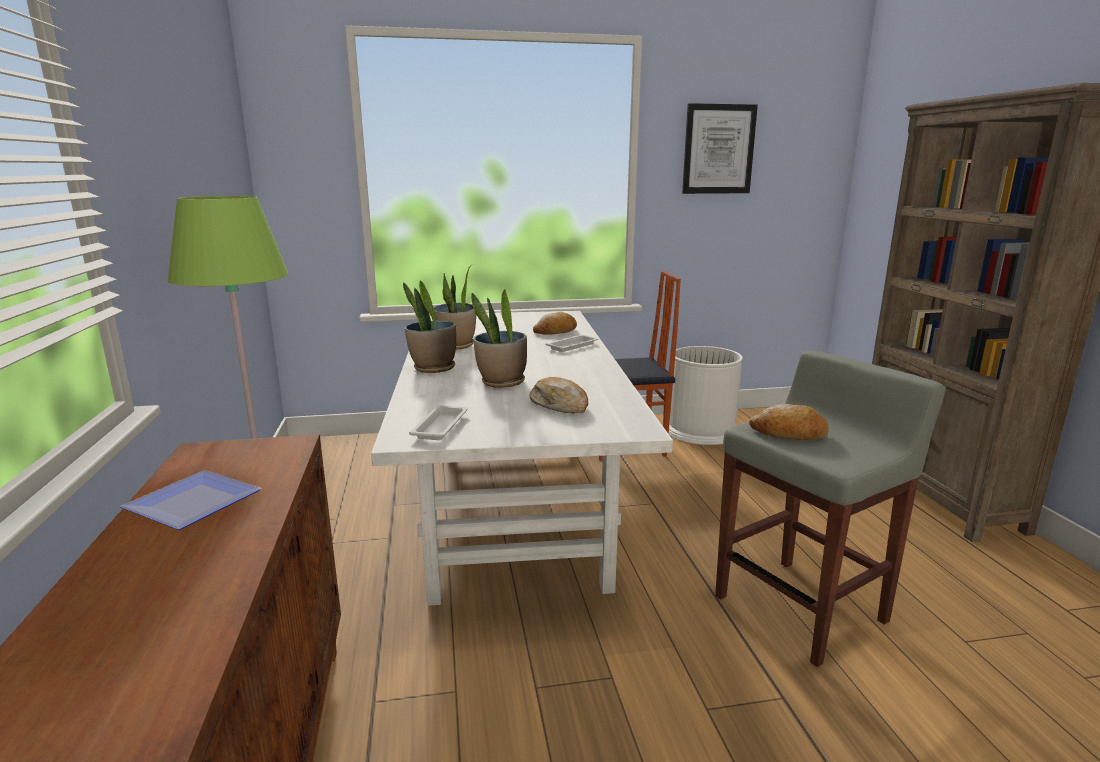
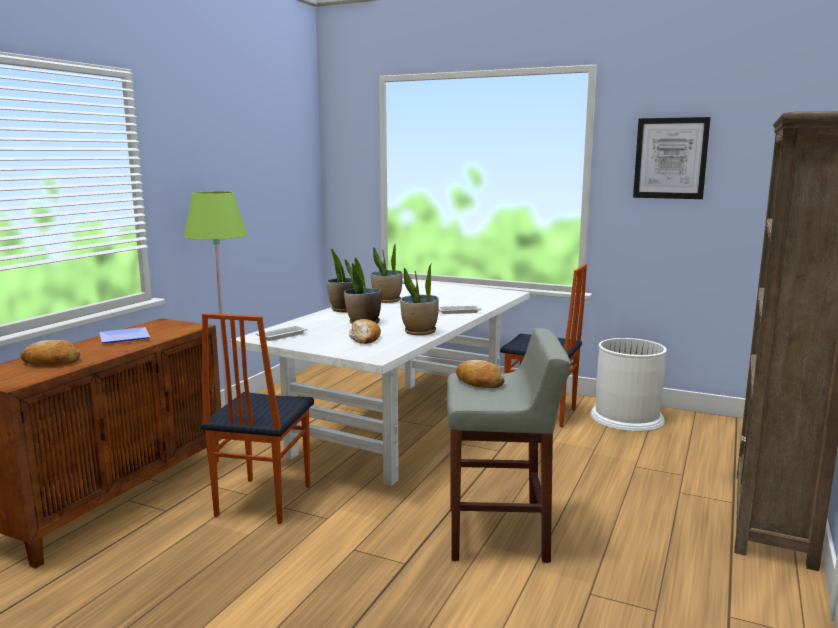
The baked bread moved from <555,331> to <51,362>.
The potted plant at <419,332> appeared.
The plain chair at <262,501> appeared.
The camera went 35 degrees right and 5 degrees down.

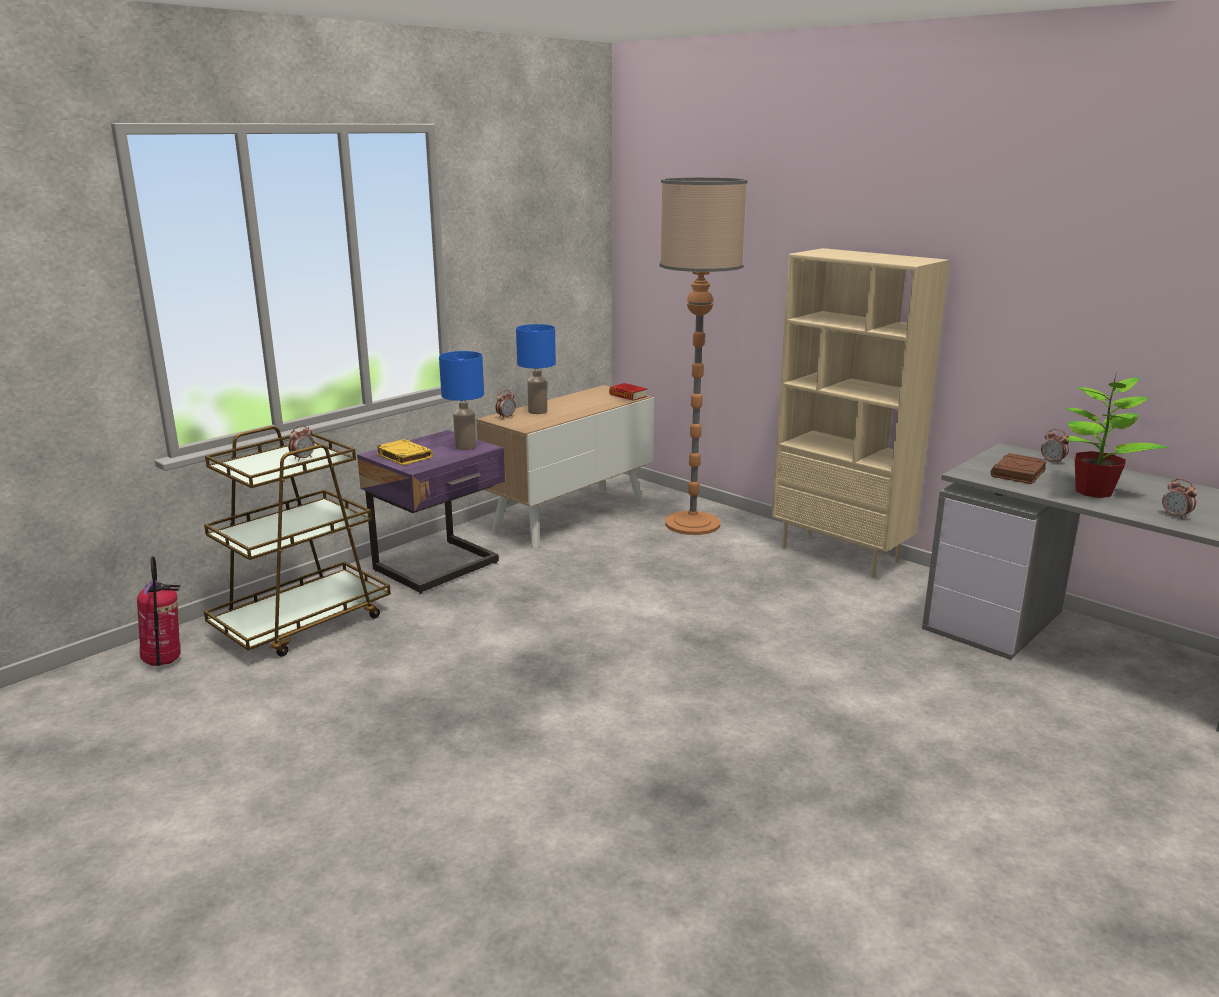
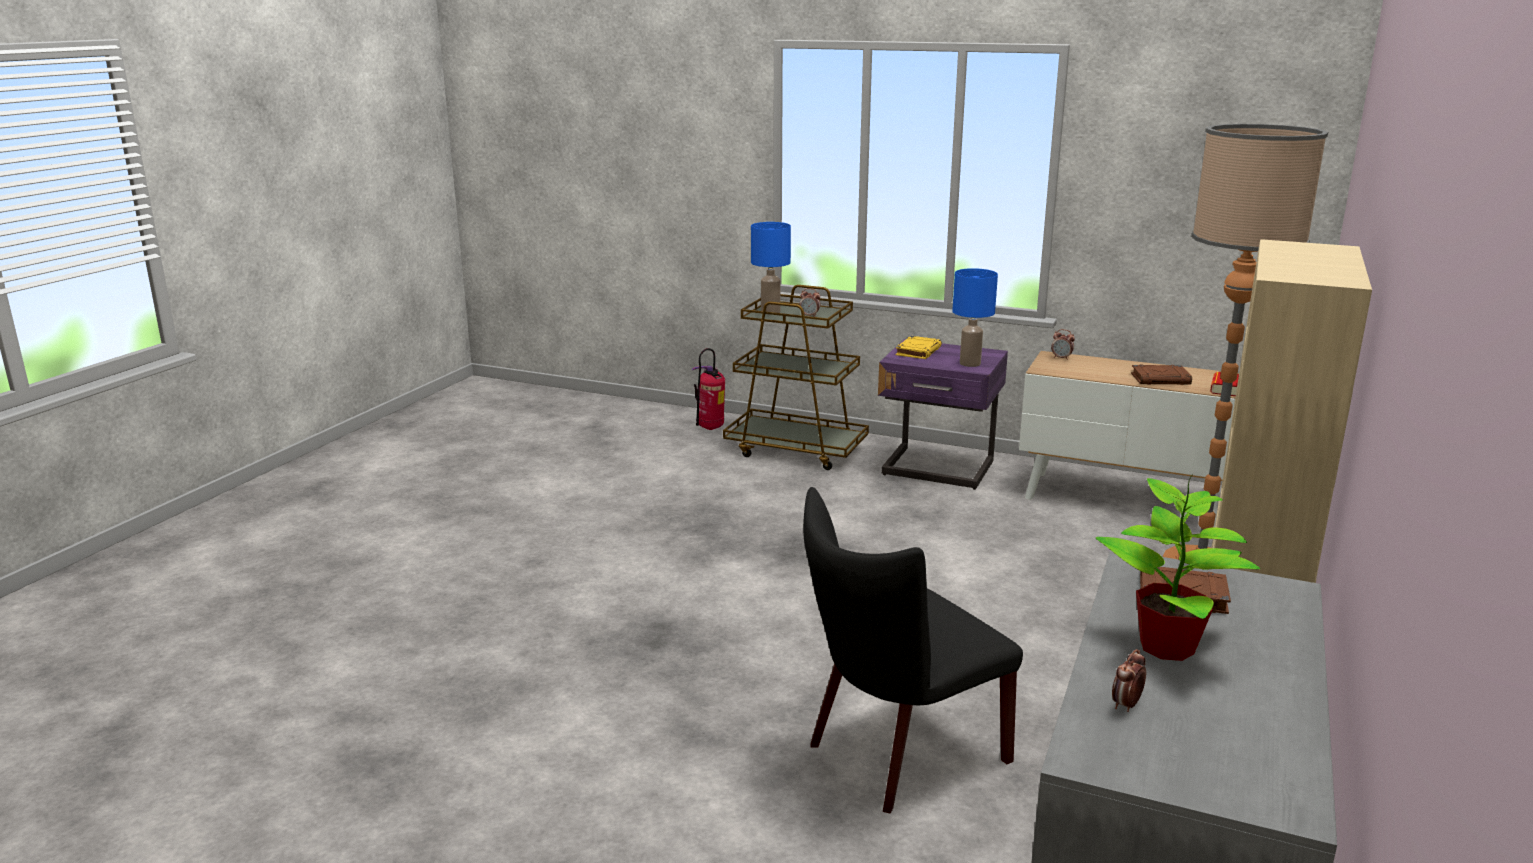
The lamp for a table (bluish) moved from <538,411> to <770,312>.
The table clock at <1052,462> disappeared.
The volume (brown) at <1161,379> appeared.
The plain chair (blackish) at <897,755> appeared.
The camera went 70 degrees right and 0 degrees up.

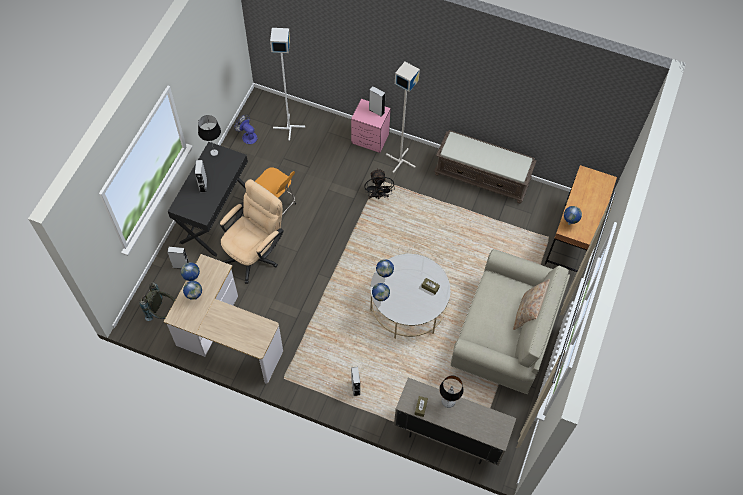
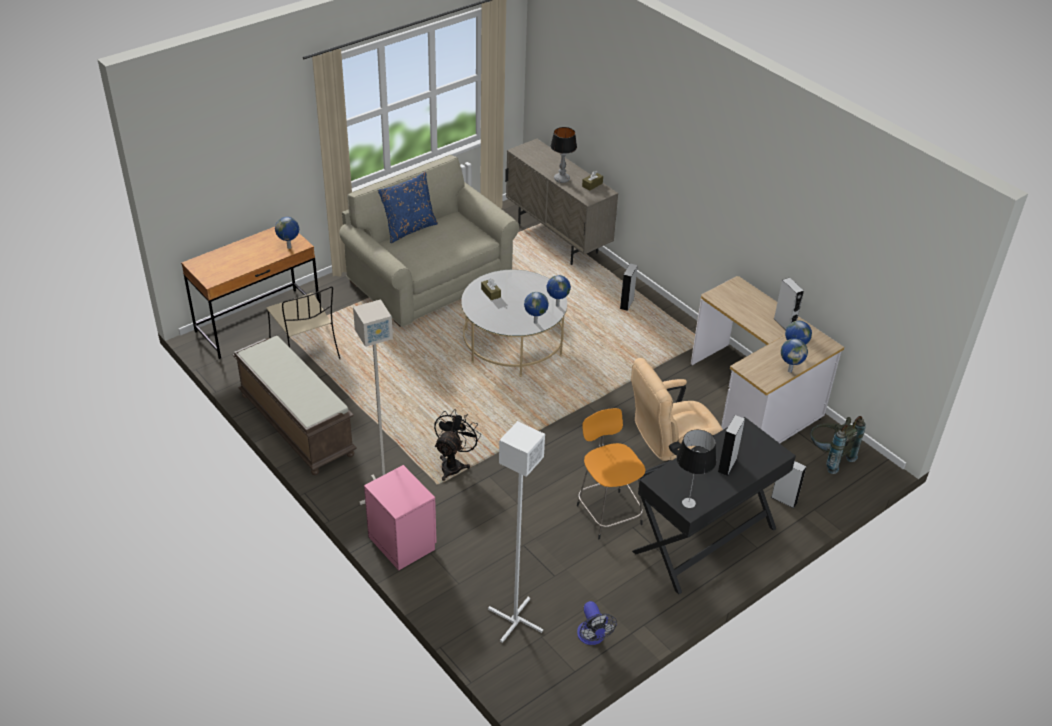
The speaker (gray) moved from <376,111> to <784,324>.
The pillow (sand-coloured) at <527,313> became the pillow (bluish) at <409,229>.
The plain chair (sand-coloured) at <306,352> appeared.
The camera went 150 degrees left and 20 degrees down.

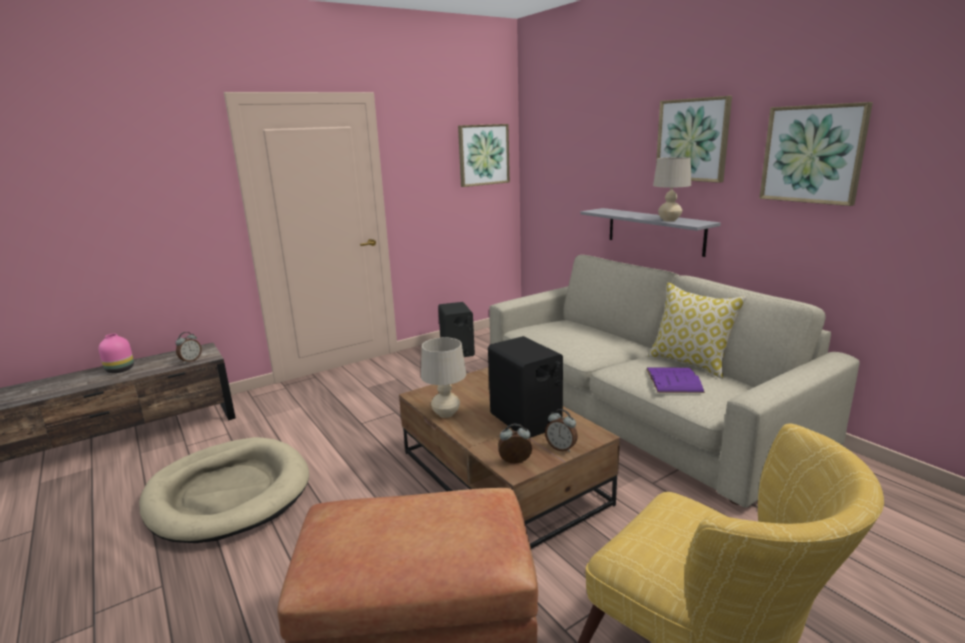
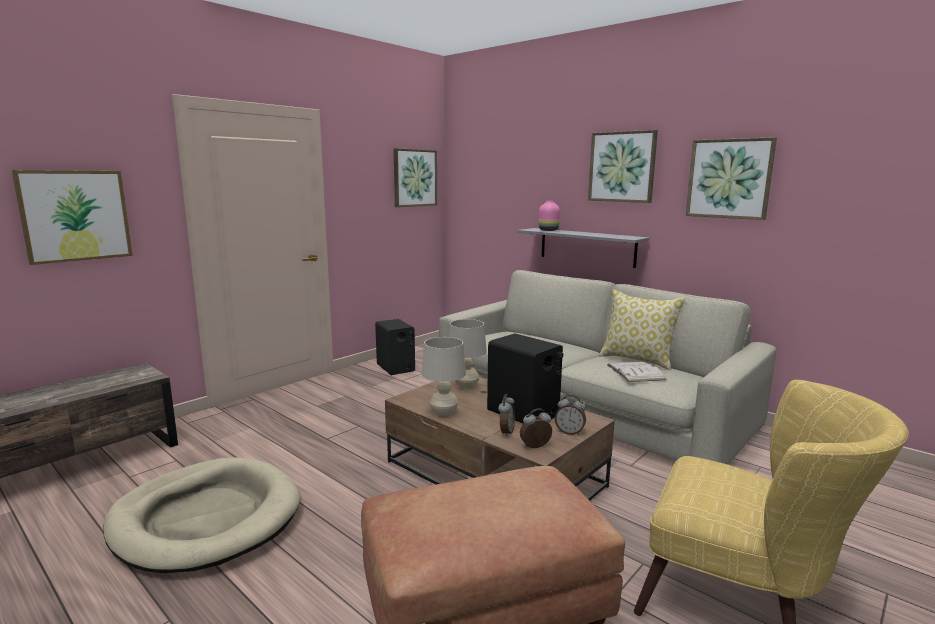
The lamp for a table (sand-coloured) moved from <669,220> to <466,387>.
The table clock moved from <190,360> to <506,432>.
The vase (pink-coloured) moved from <120,370> to <548,230>.
The volume (purple) at <674,380> became the volume (white) at <635,372>.
The wall art at <75,215> appeared.
The camera went 15 degrees left and 5 degrees down.

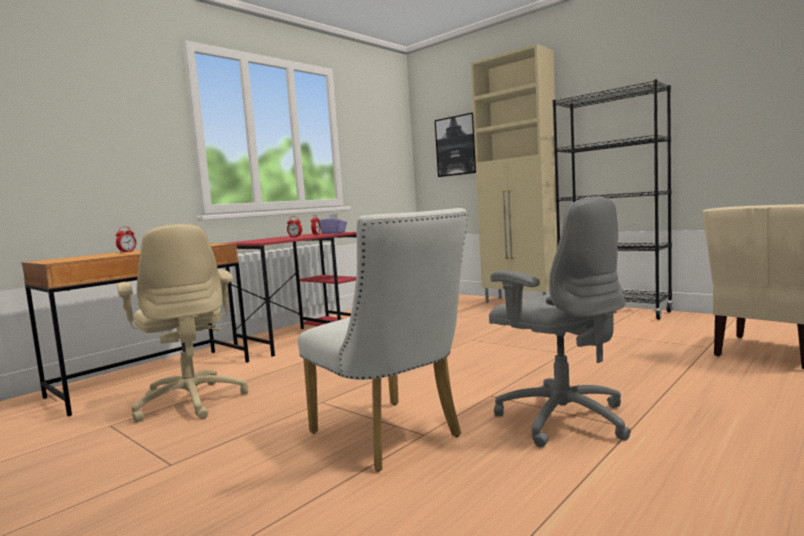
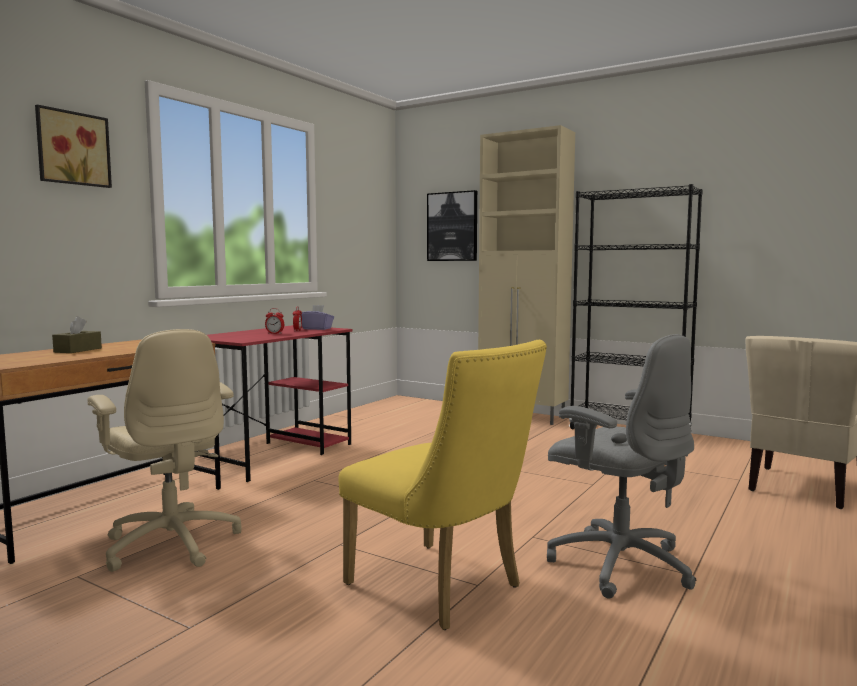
The plain chair (white) at <392,438> became the plain chair (yellowish) at <443,589>.
The table clock at <127,252> was replaced by the tissue box (brown) at <78,350>.
The wall art at <72,148> appeared.
The camera went 10 degrees left and 0 degrees up.

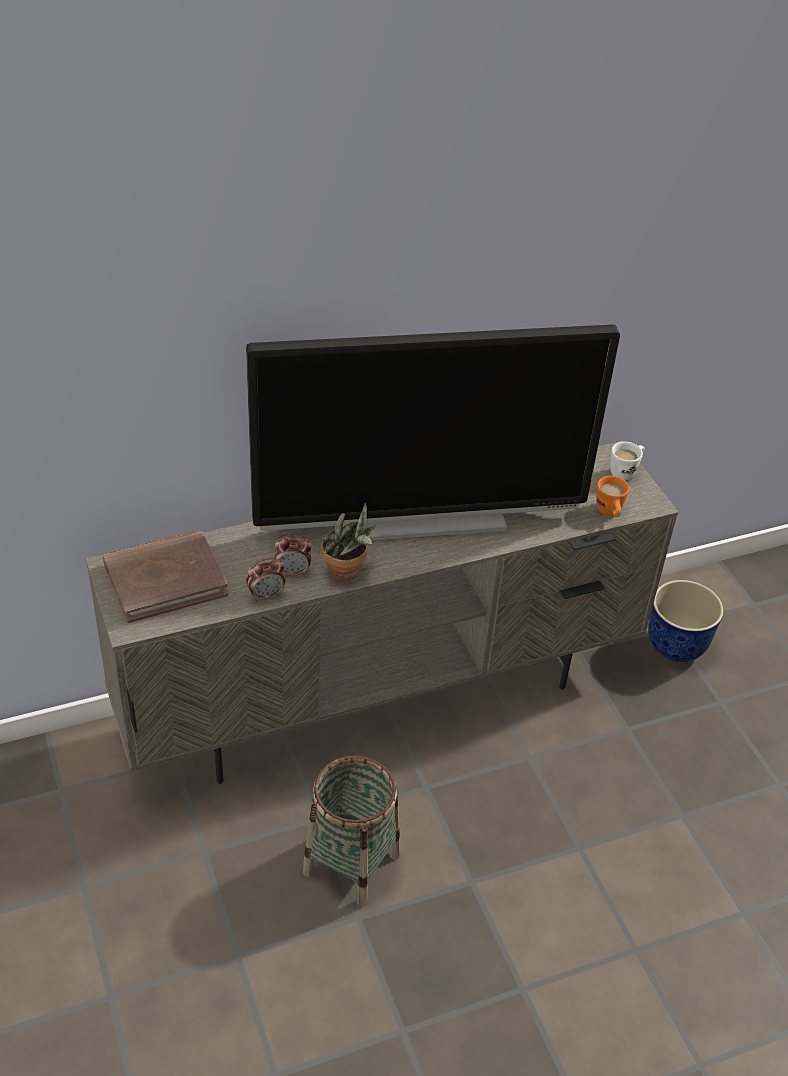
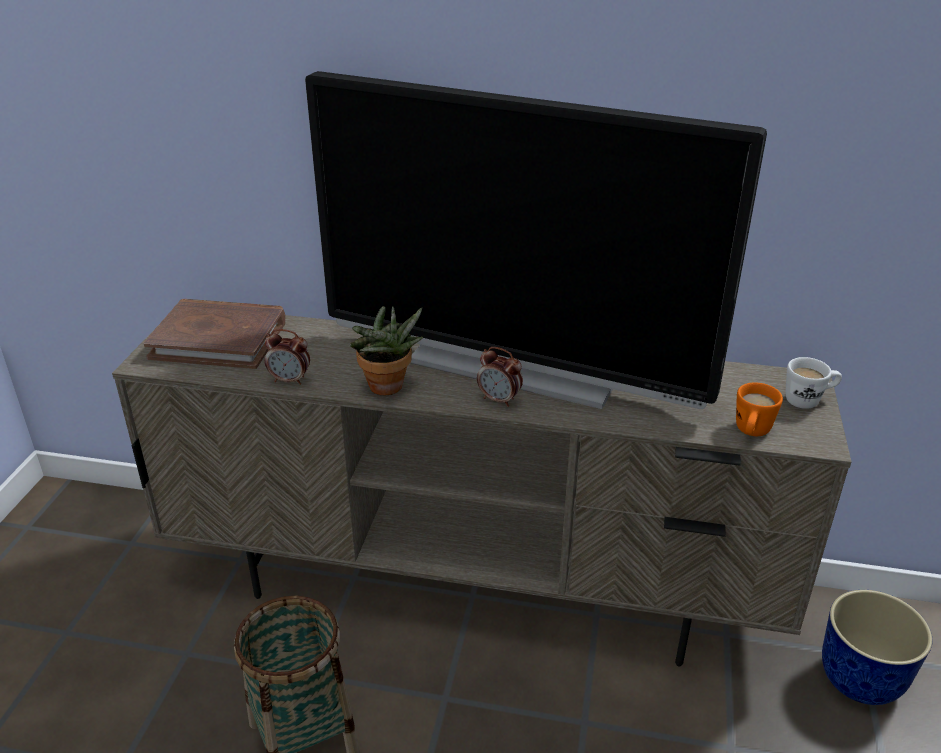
The table clock moved from <293,572> to <499,400>.
The camera went 35 degrees right and 10 degrees down.

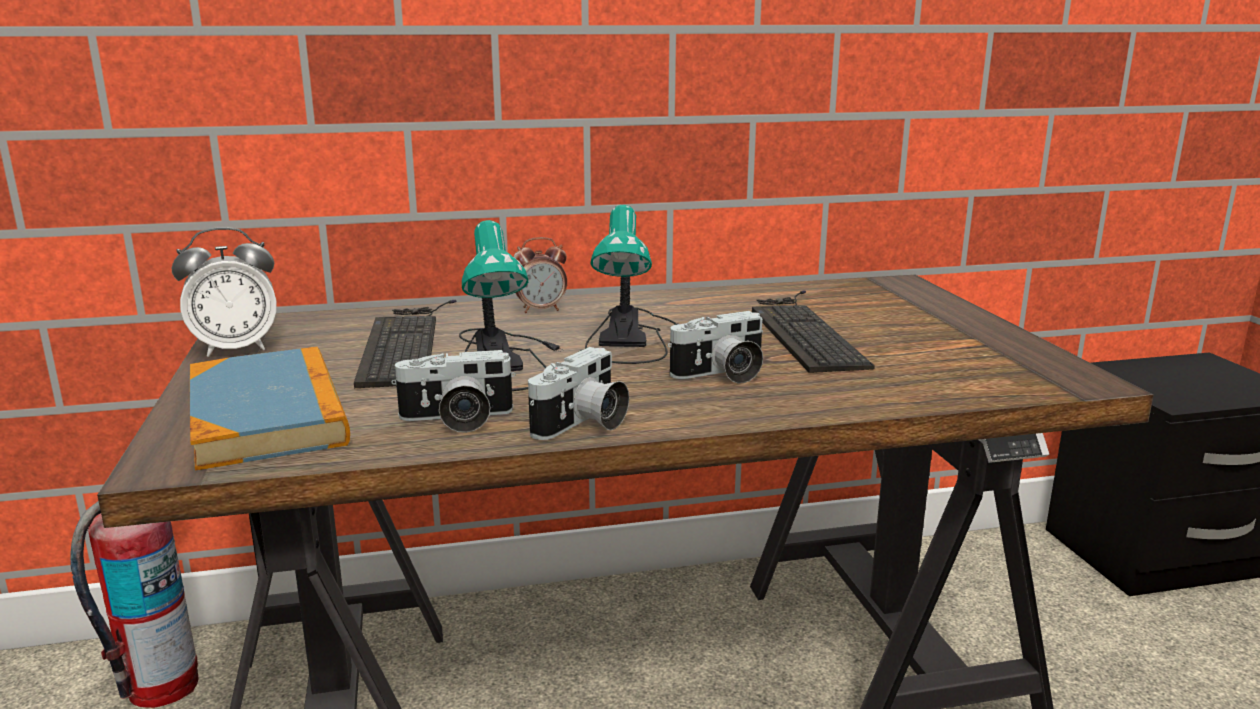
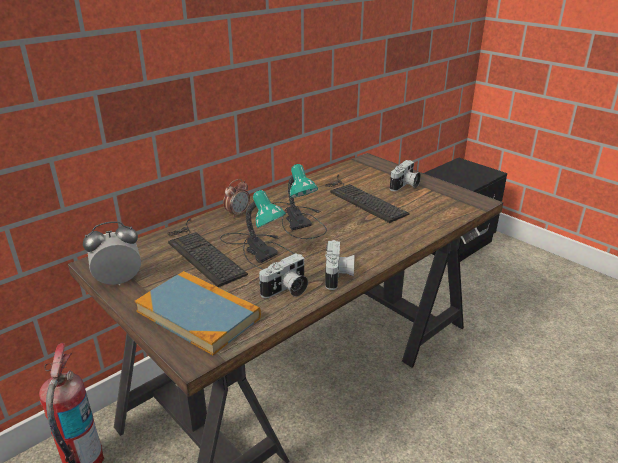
The table clock at <236,349> turned 150 degrees counterclockwise.
The still camera moved from <722,375> to <405,186>.
The camera went 30 degrees left and 10 degrees up.

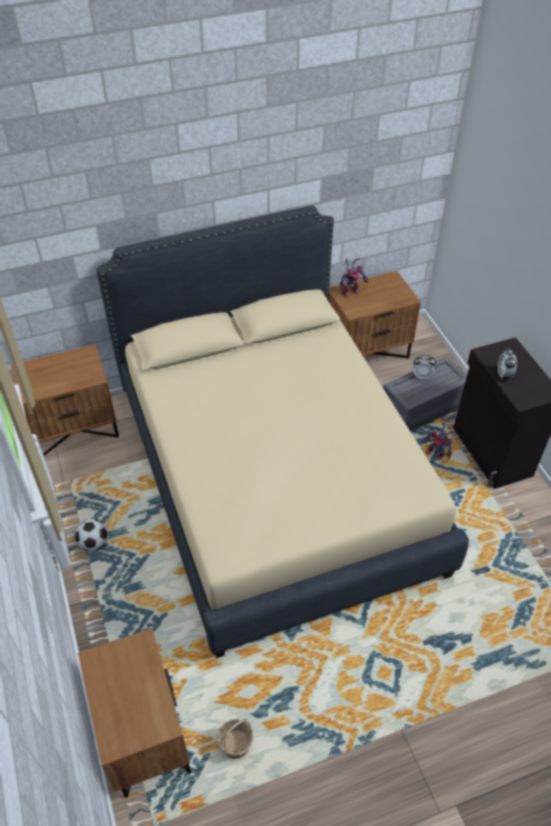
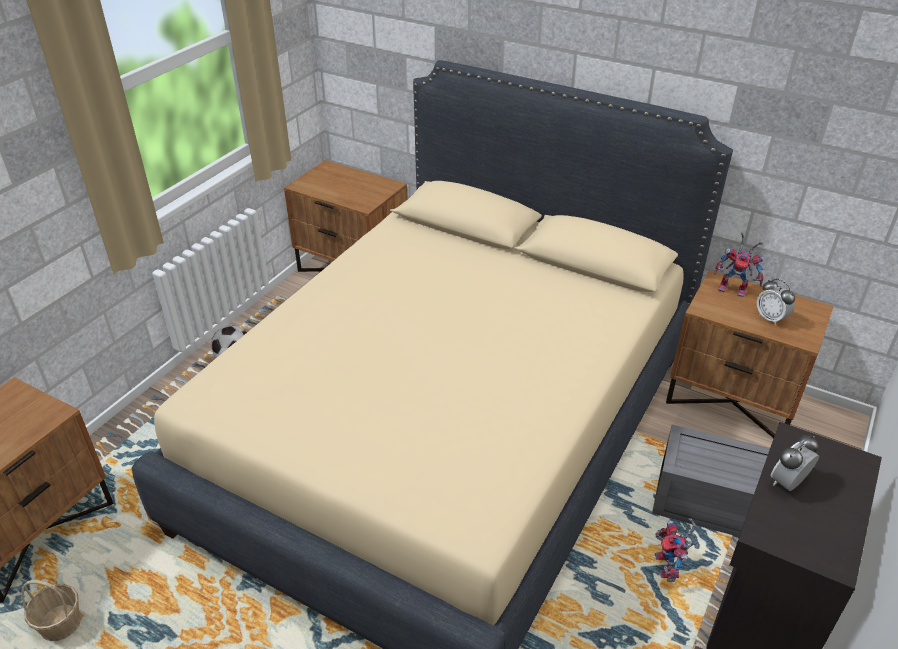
The table clock moved from <422,375> to <770,318>.
The camera went 50 degrees right and 10 degrees down.

